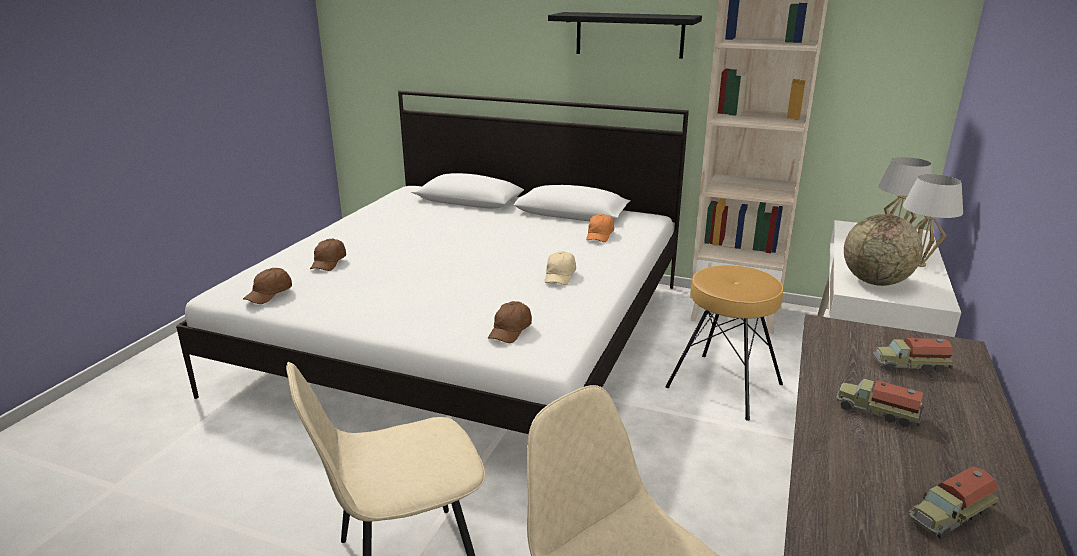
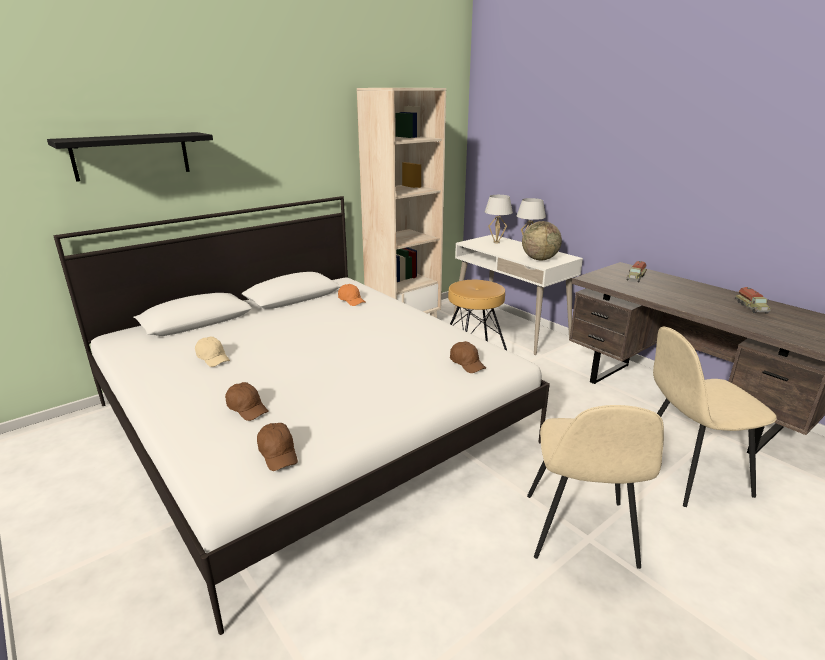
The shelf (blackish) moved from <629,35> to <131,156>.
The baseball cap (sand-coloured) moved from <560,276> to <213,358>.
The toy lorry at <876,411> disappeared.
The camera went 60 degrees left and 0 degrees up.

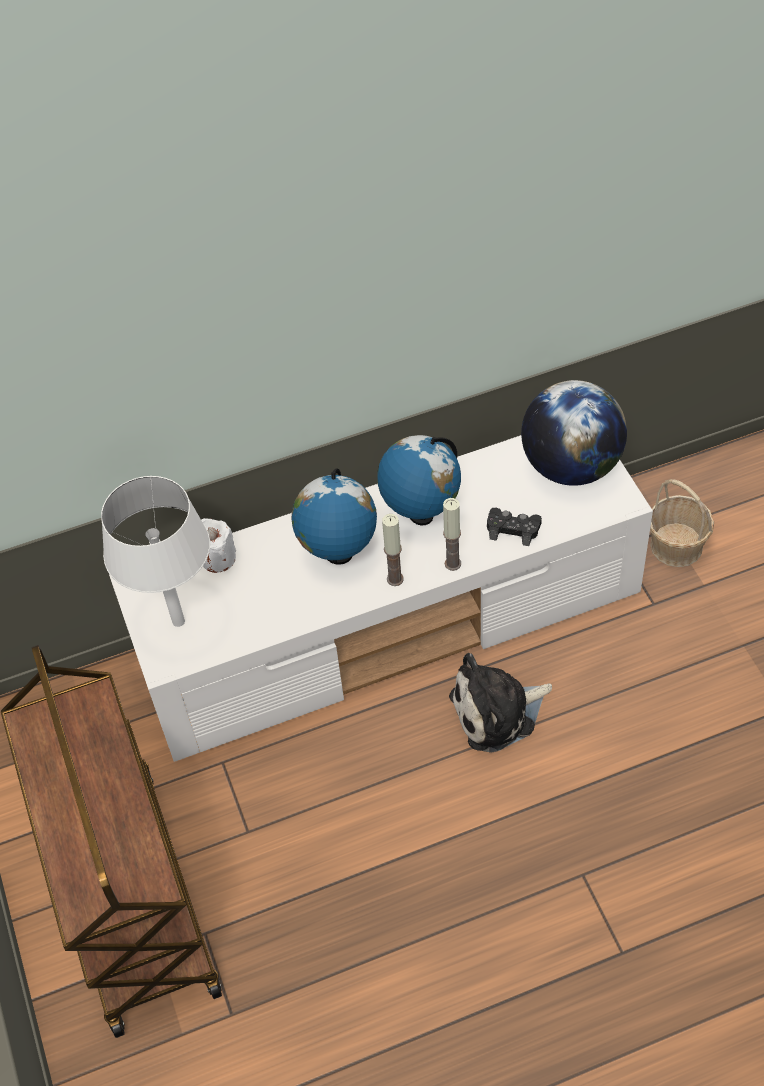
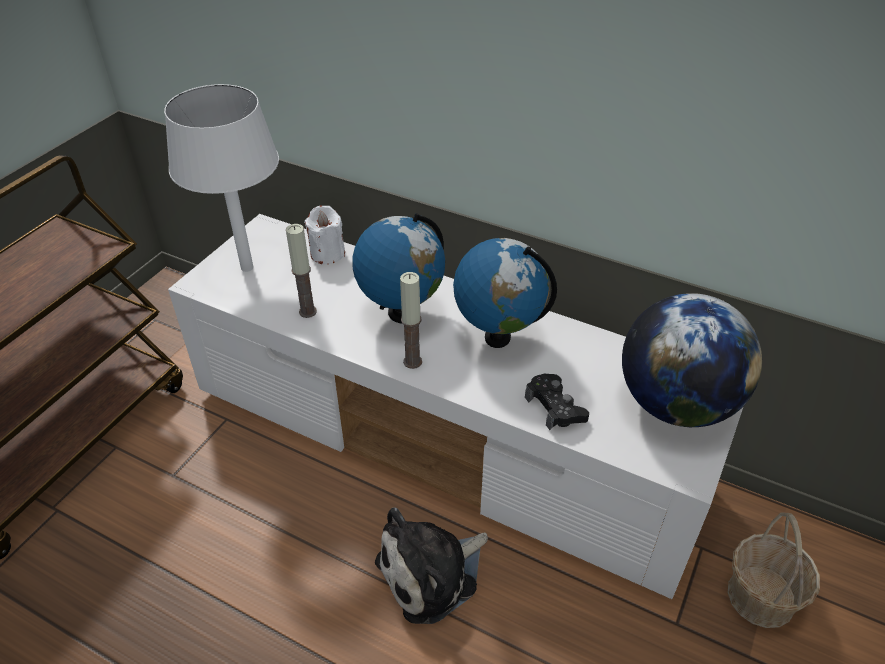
The wax light moved from <453,563> to <307,312>.
The soft toy at <498,712> turned 60 degrees counterclockwise.
The camera went 45 degrees right and 10 degrees down.

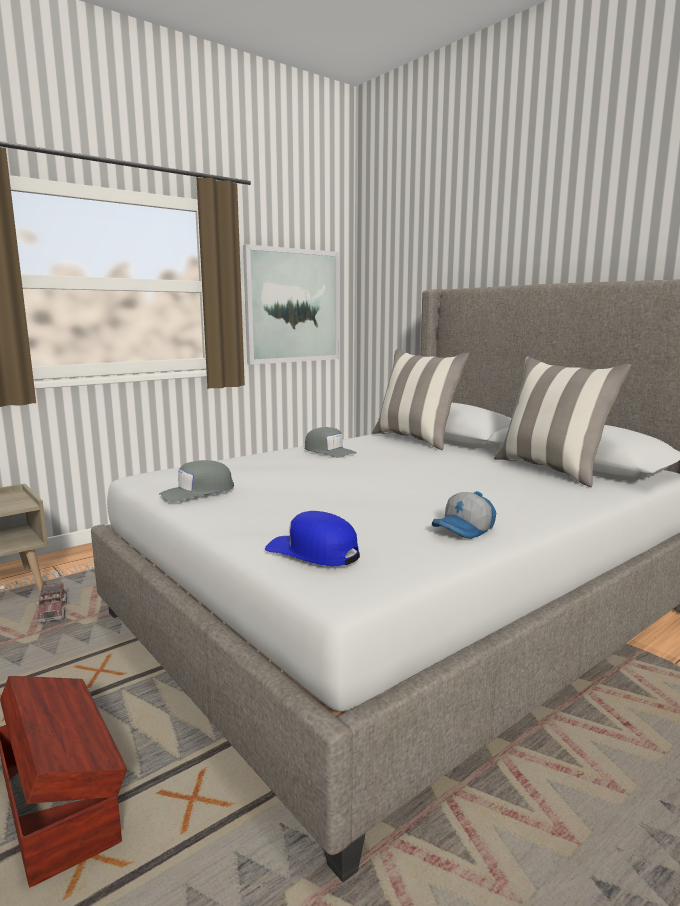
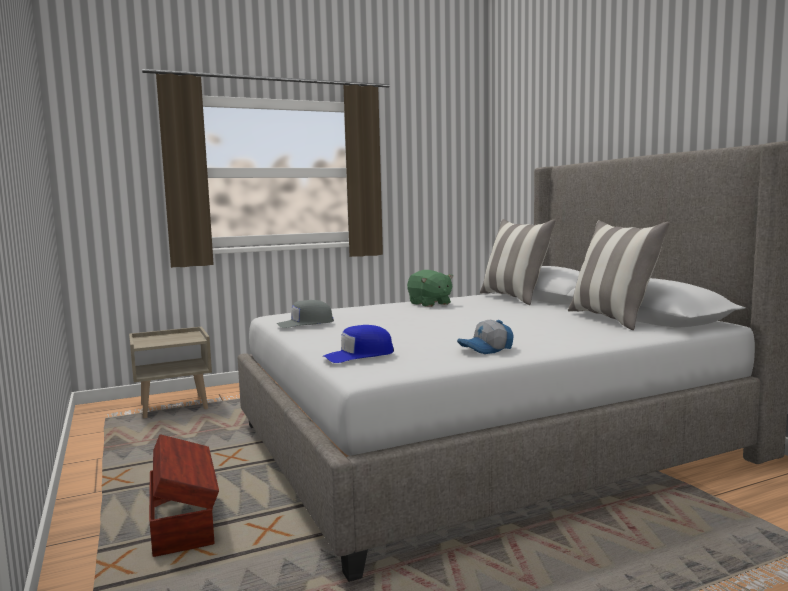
The wall art at <292,306> disappeared.
The baseball cap (gray) at <329,451> was replaced by the soft toy (greenish) at <429,304>.
The baseball cap (bluish) at <313,552> turned 75 degrees counterclockwise.
The toy lorry at <52,612> disappeared.
The camera went 15 degrees right and 5 degrees down.

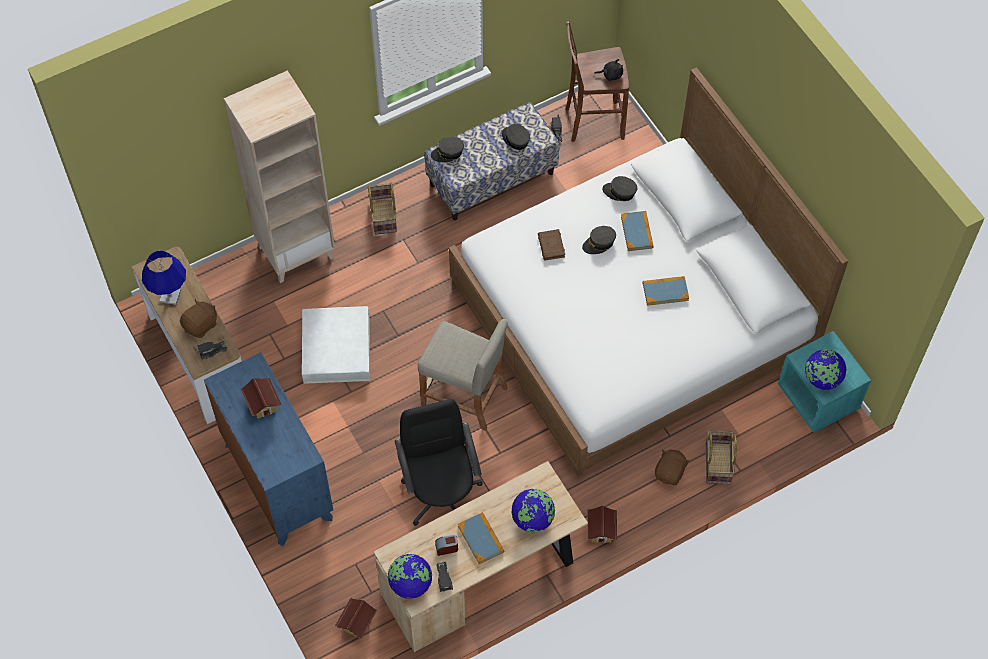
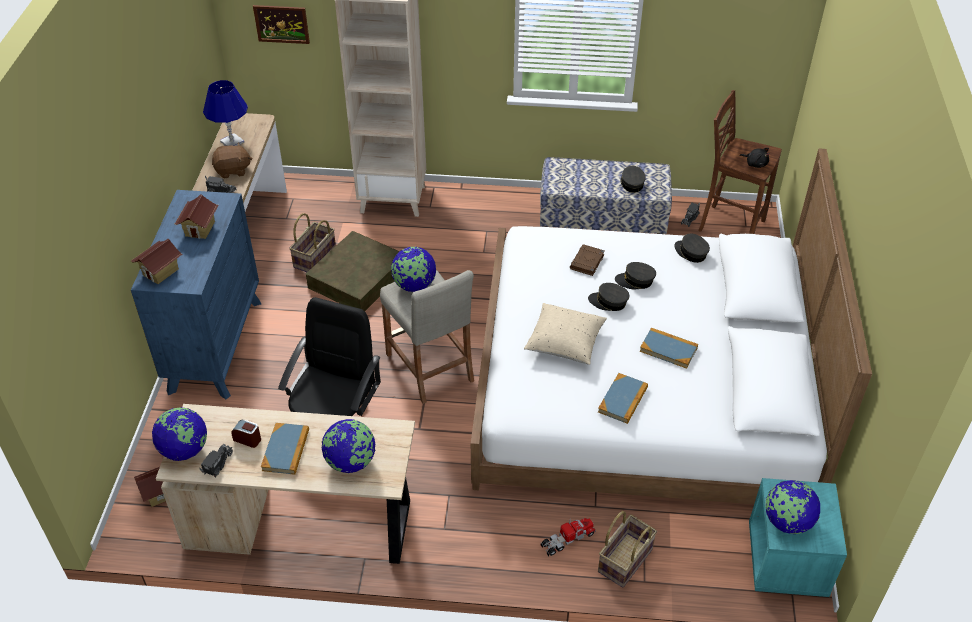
The baseball cap (gray) moved from <448,153> to <608,302>.
The household basket moved from <384,216> to <315,258>.
The volume moved from <637,232> to <623,400>.
The storage container (white) at <336,349> became the storage container (brown) at <357,278>.
The soft toy (brown) at <670,472> was replaced by the toy lorry at <567,539>.
The miniature house moved from <601,531> to <161,272>.
The wall art at <281,24> appeared.
The desk globe at <414,285> appeared.
The pillow (sand-coloured) at <565,343> appeared.
The camera went 35 degrees right and 15 degrees down.

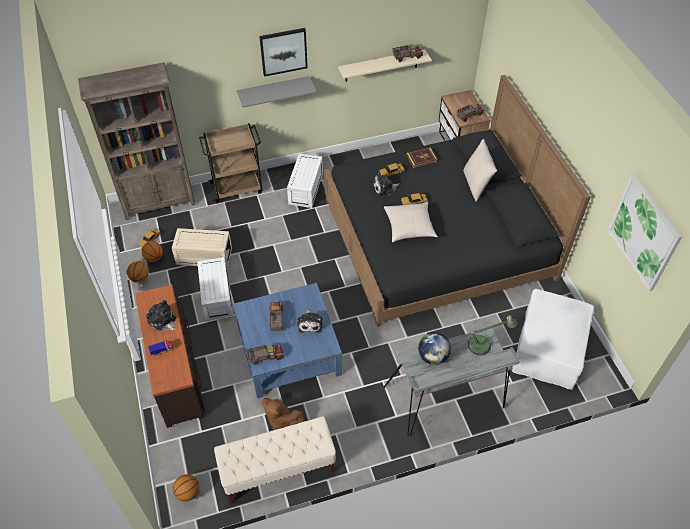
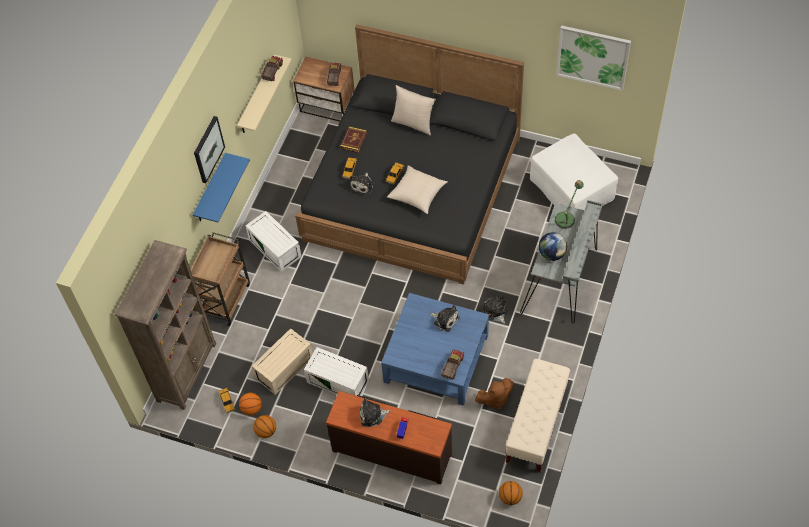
The shelf (gray) at <274,91> became the shelf (bluish) at <210,189>.
The toy lorry at <276,320> disappeared.
The soft toy at <495,311> appeared.
The camera went 50 degrees left and 5 degrees up.

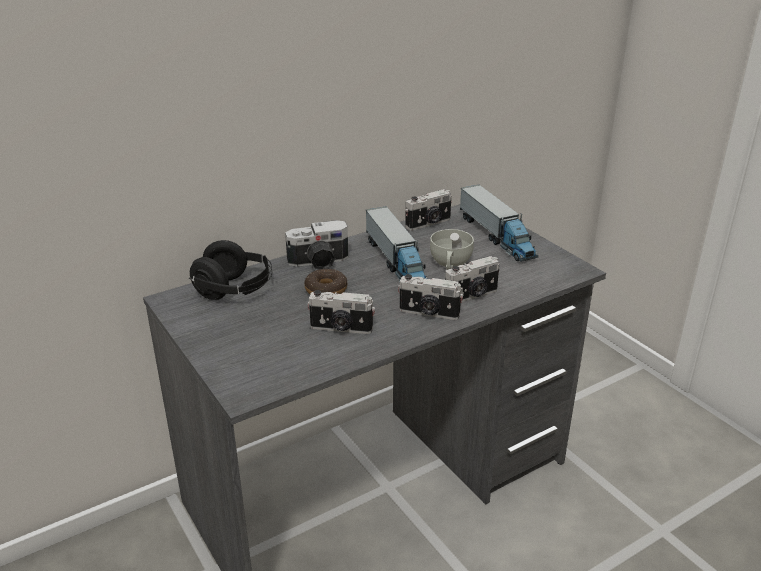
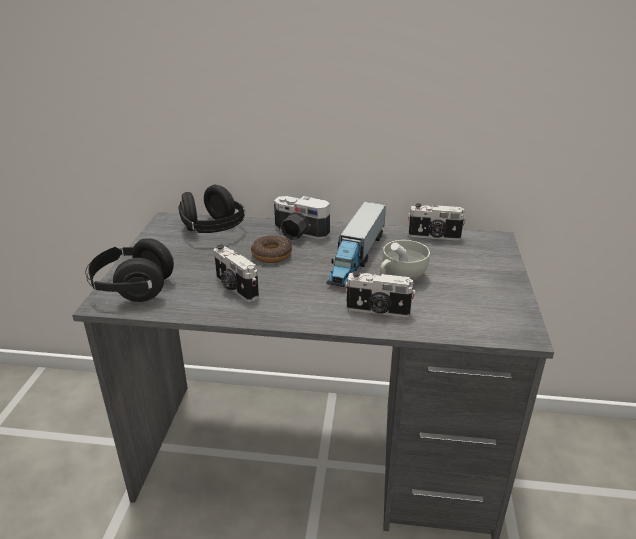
The toy lorry at <496,236> disappeared.
The still camera at <429,313> disappeared.
The pair of headphones (blackish) at <132,288> appeared.
The camera went 40 degrees right and 0 degrees up.

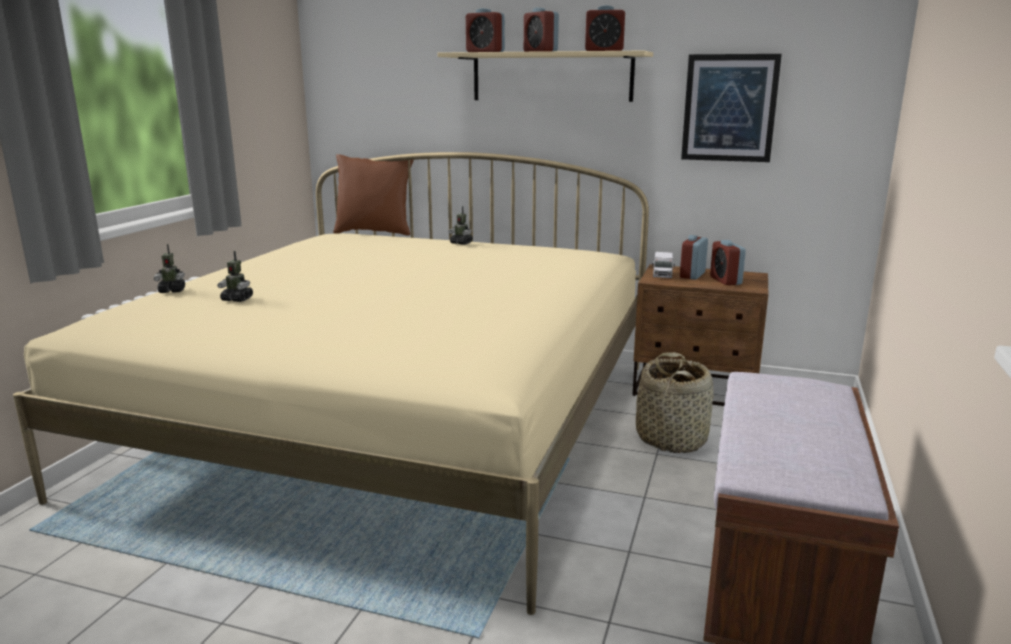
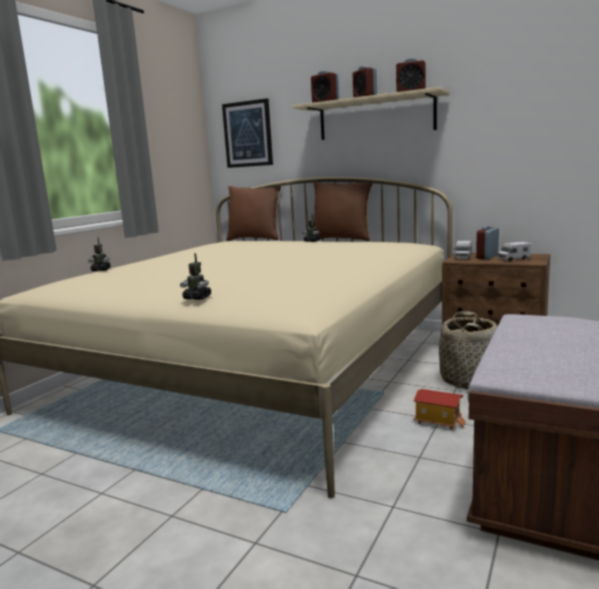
The wall art moved from <729,108> to <248,134>.
The table clock at <725,280> was replaced by the toy lorry at <513,259>.
The toy robot moved from <237,299> to <197,298>.
The pillow (brown) at <342,240> appeared.
The miniature house at <438,421> appeared.
The camera went 10 degrees right and 5 degrees down.

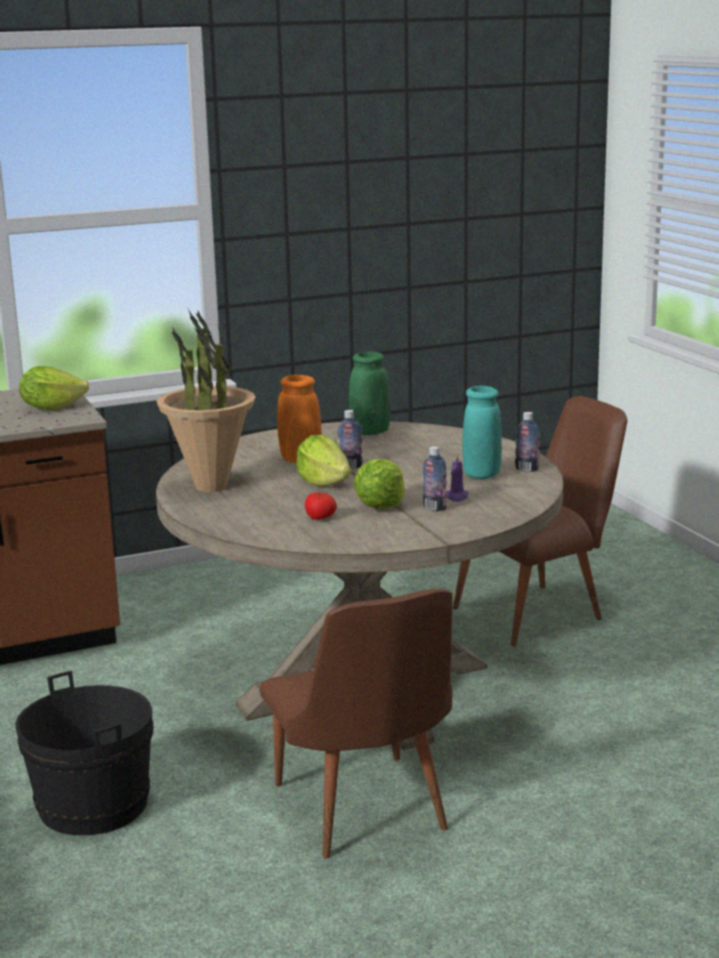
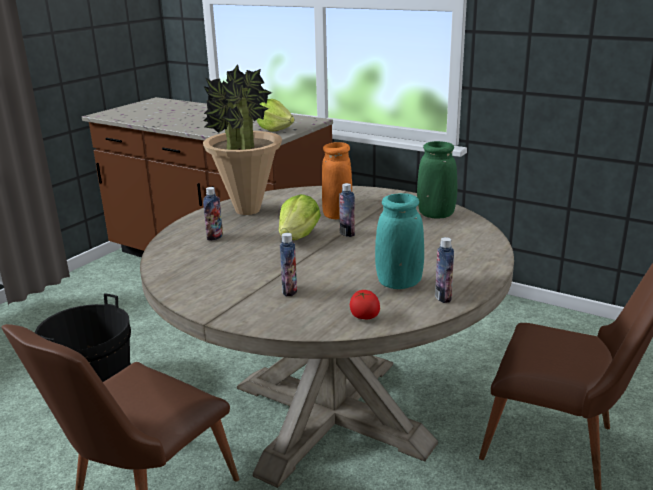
The wax light (purple) at <457,497> disappeared.
The head of lettuce at <381,505> disappeared.
The whole tomato moved from <320,518> to <364,316>.
The bottle at <215,237> appeared.
The camera went 55 degrees right and 5 degrees up.

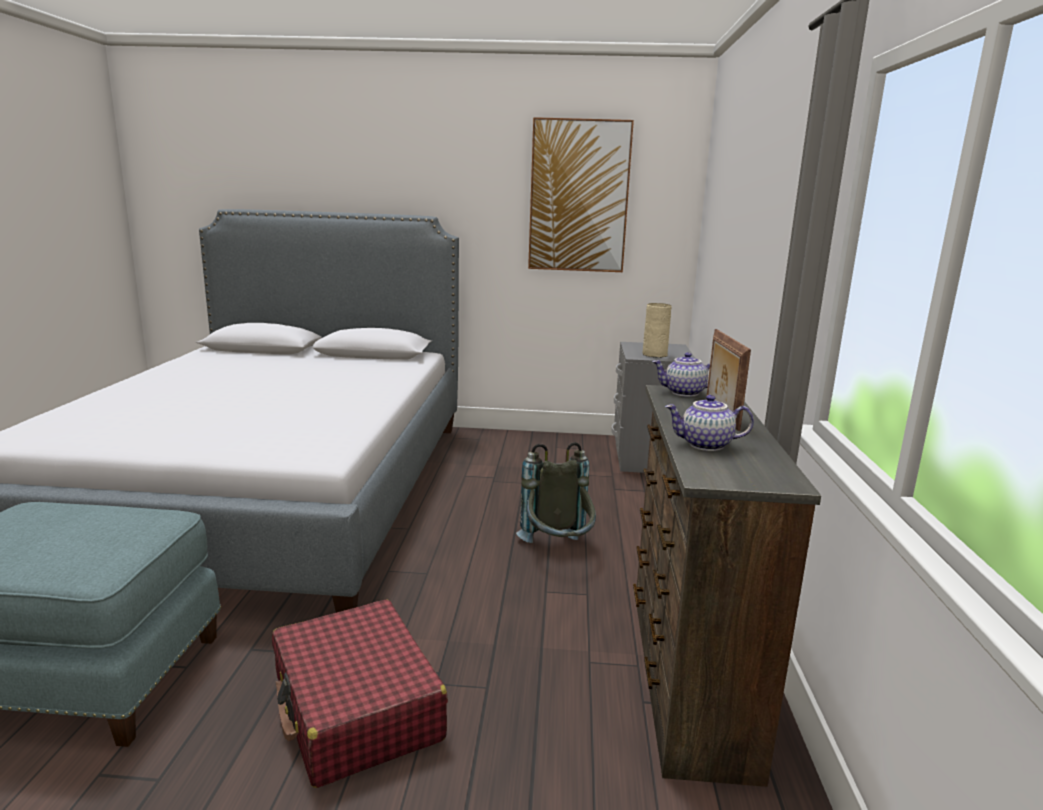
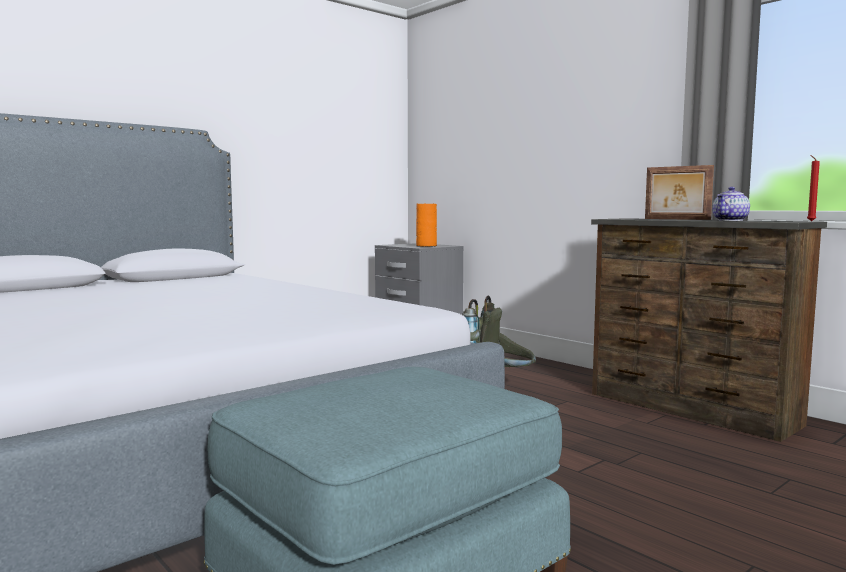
The wall art at <579,196> disappeared.
The vase (sand-coloured) at <654,354> became the vase (orange-coloured) at <425,246>.
The teapot at <684,393> disappeared.
The piece of luggage (red) at <356,708> disappeared.
The wax light (red) at <810,221> appeared.
The camera went 45 degrees left and 10 degrees down.

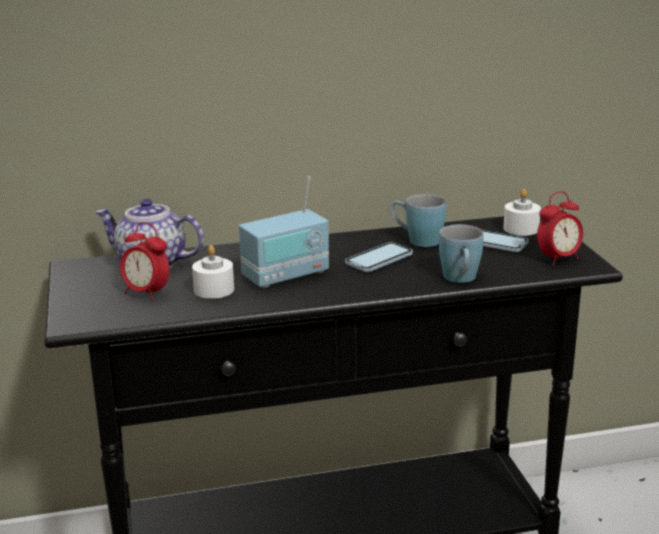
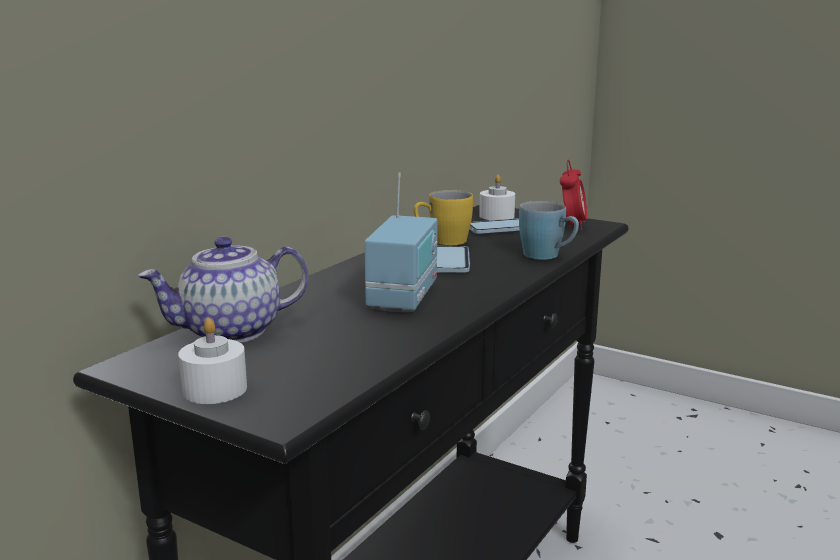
The tea mug (bluish) at <417,240> became the tea mug (yellowish) at <442,242>.
The table clock at <146,293> disappeared.
The wax light (white) moved from <214,289> to <214,389>.
The camera went 45 degrees left and 5 degrees down.

